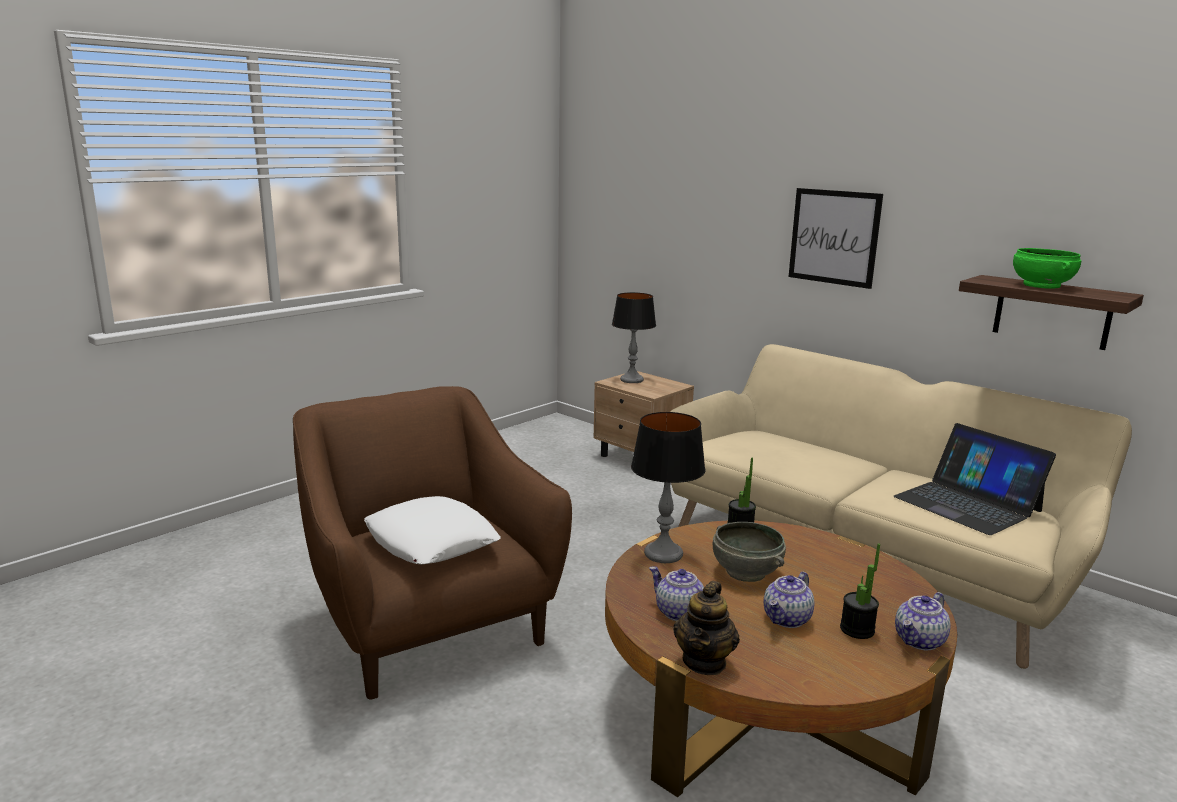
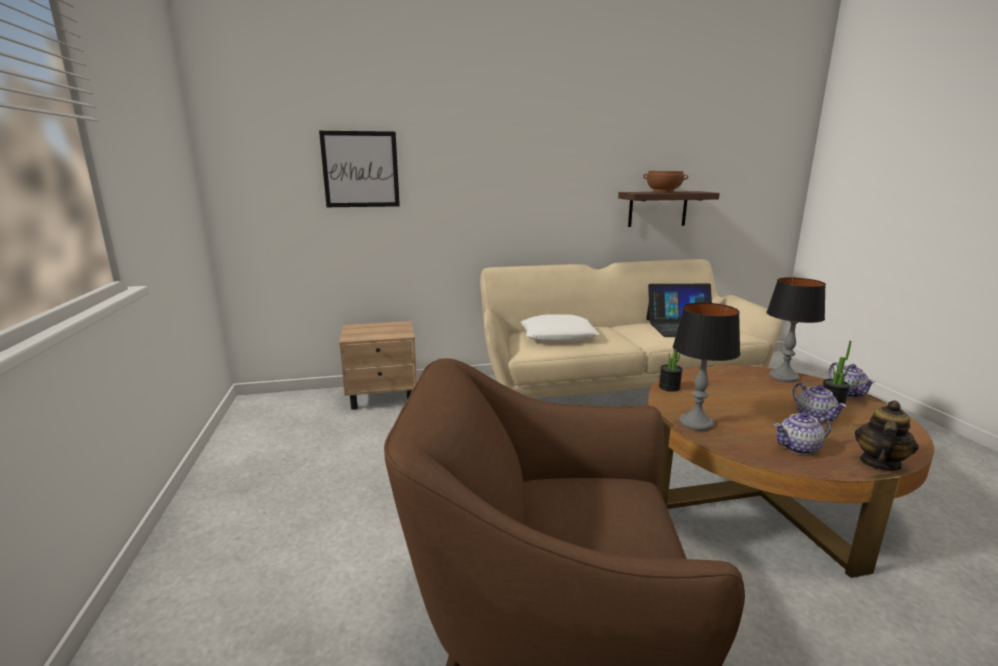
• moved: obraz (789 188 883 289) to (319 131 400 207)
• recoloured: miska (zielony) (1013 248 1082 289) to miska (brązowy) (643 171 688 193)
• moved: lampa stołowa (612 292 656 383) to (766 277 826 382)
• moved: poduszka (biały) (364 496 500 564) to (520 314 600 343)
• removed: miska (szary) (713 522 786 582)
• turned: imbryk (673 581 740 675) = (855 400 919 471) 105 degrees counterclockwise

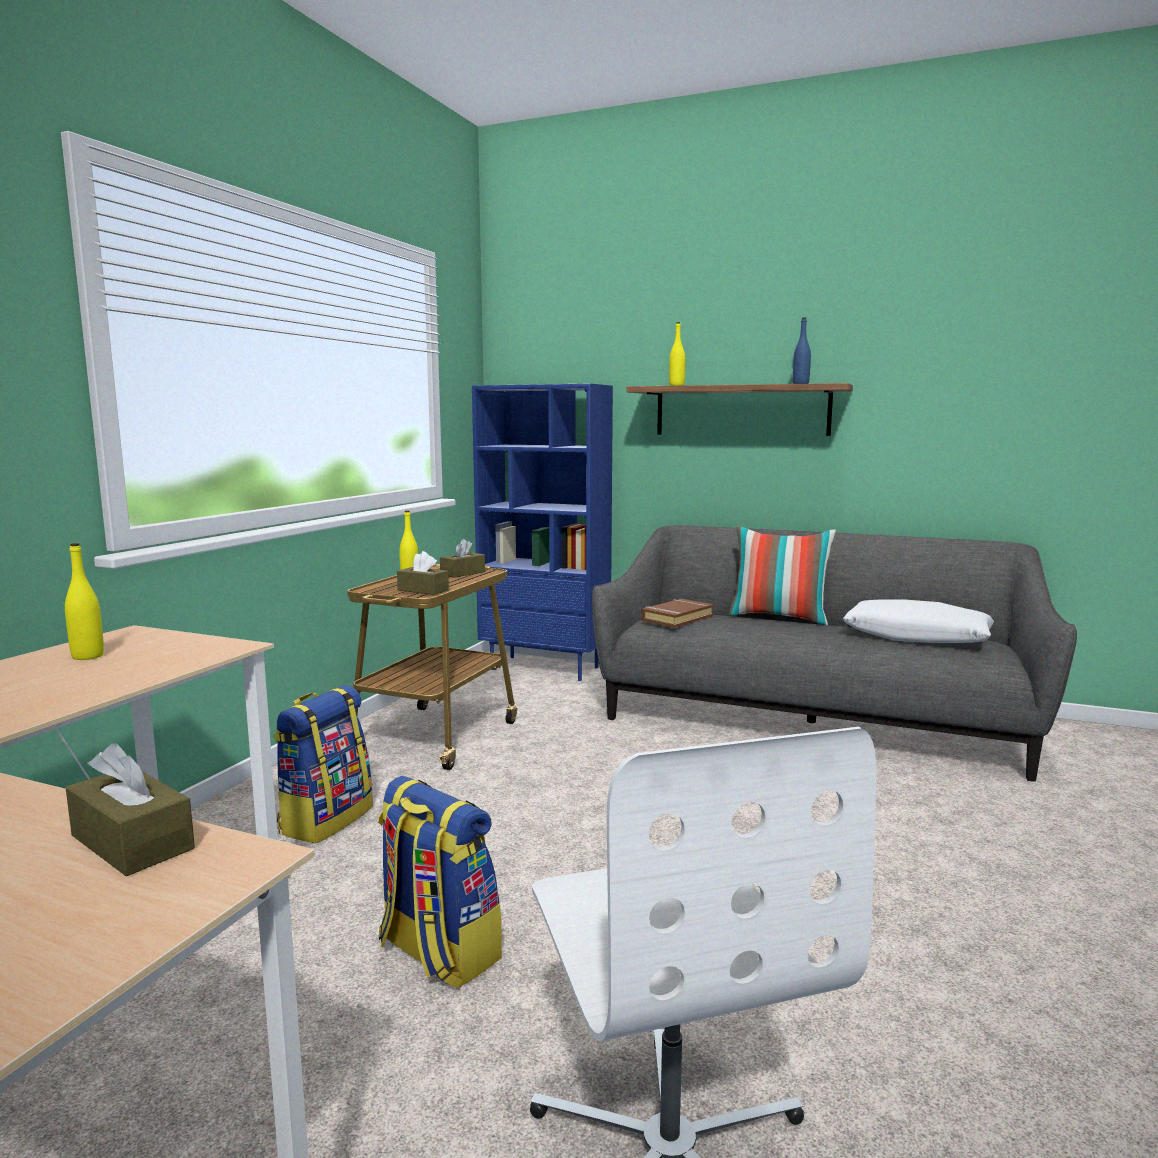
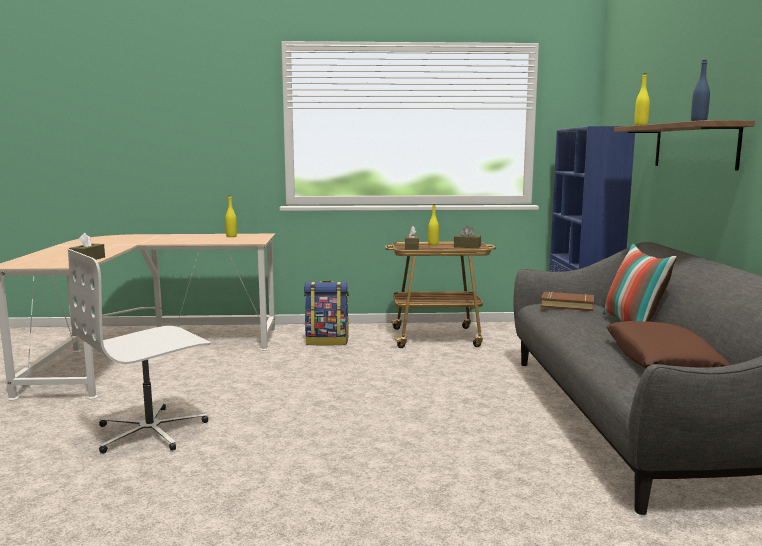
• recoloured: poduszka (biały) (843 599 994 643) to poduszka (brązowy) (607 321 730 368)
• removed: plecak (378 776 502 988)

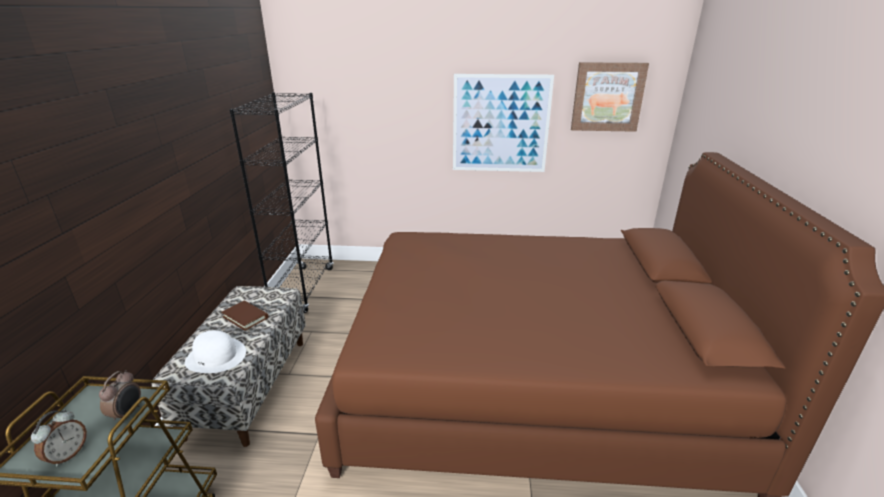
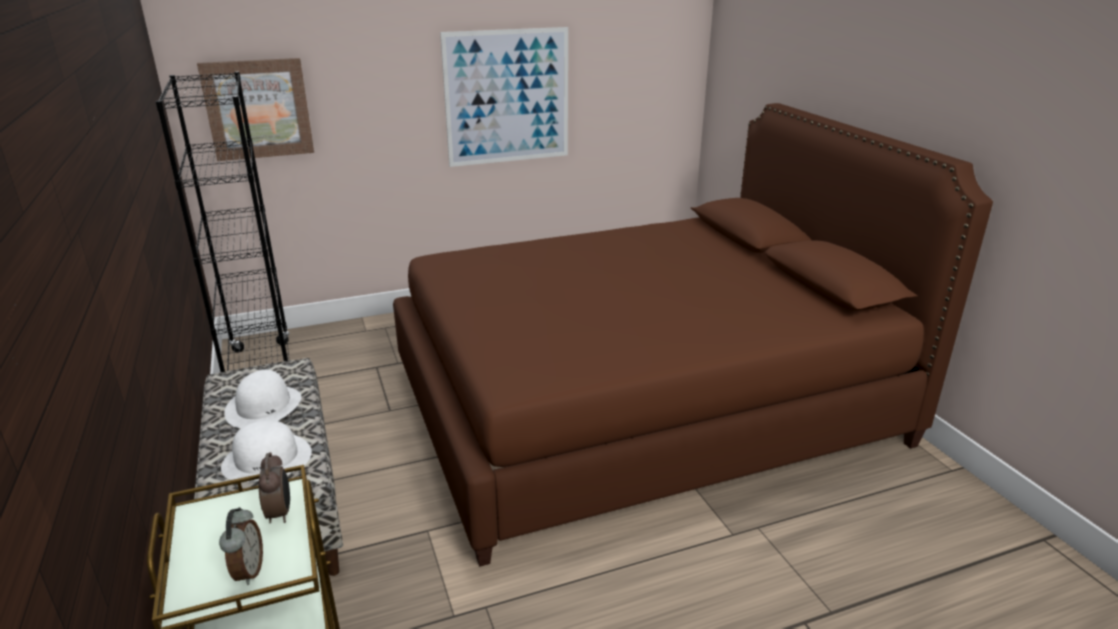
• moved: obraz (571 62 649 132) to (197 58 314 161)
• replaced: książka (brązowy) (221 301 269 331) to kapelusz (biały) (224 370 302 428)

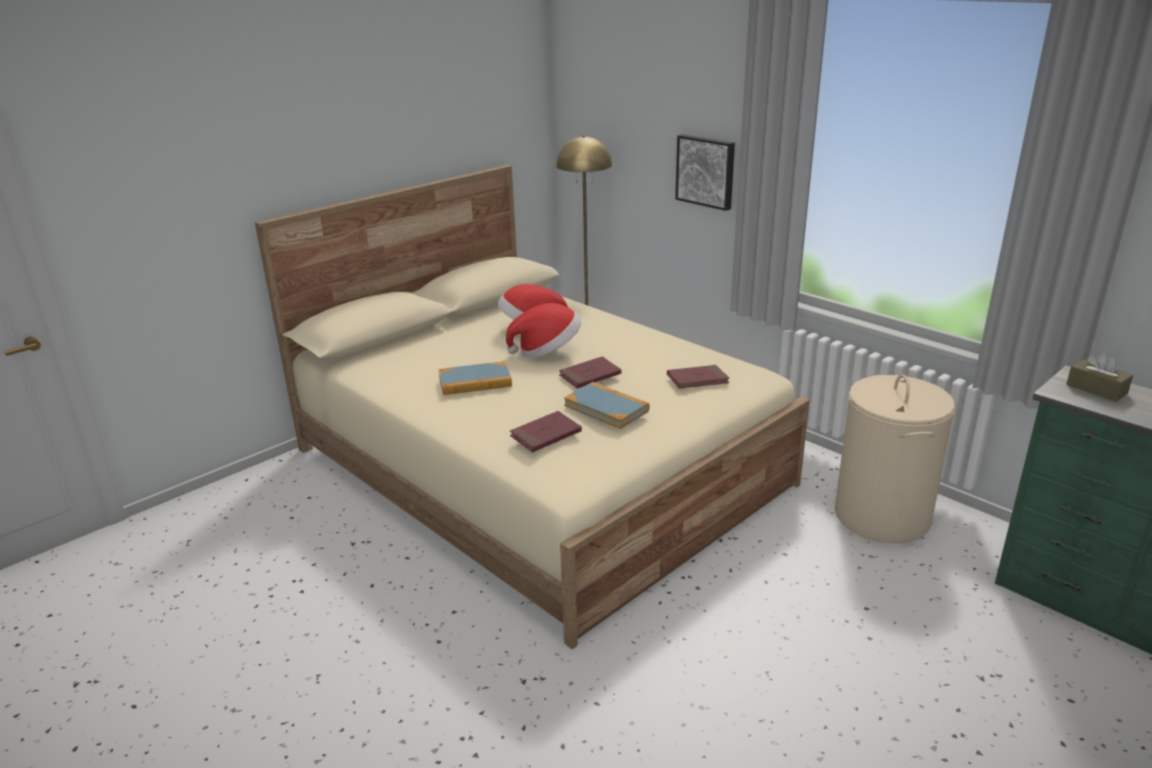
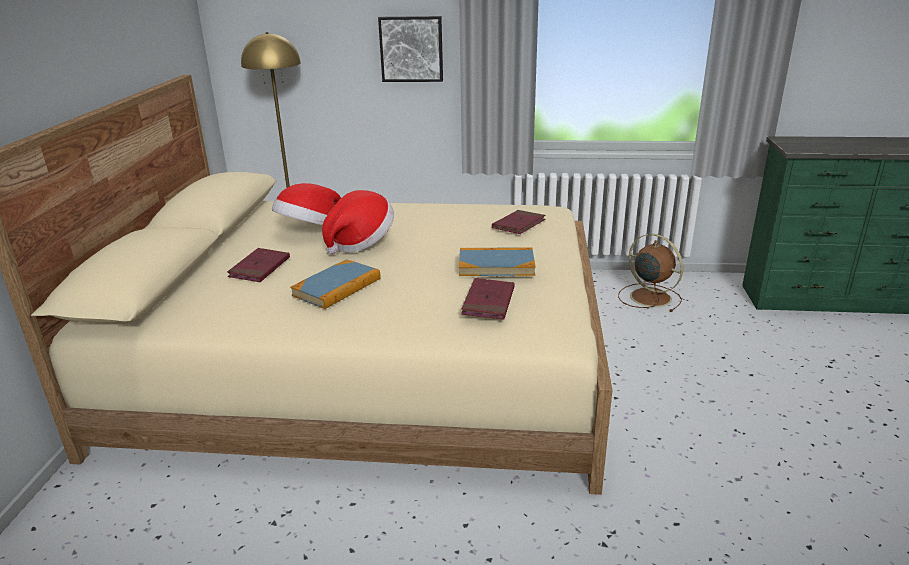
• removed: pudełko chusteczek (brązowy) (1066 352 1133 401)
• moved: książka (czerwony) (559 356 622 389) to (227 248 290 282)
• replaced: kosz na pranie (beżowy) (834 375 955 544) to wentylator (brązowy) (618 234 683 312)

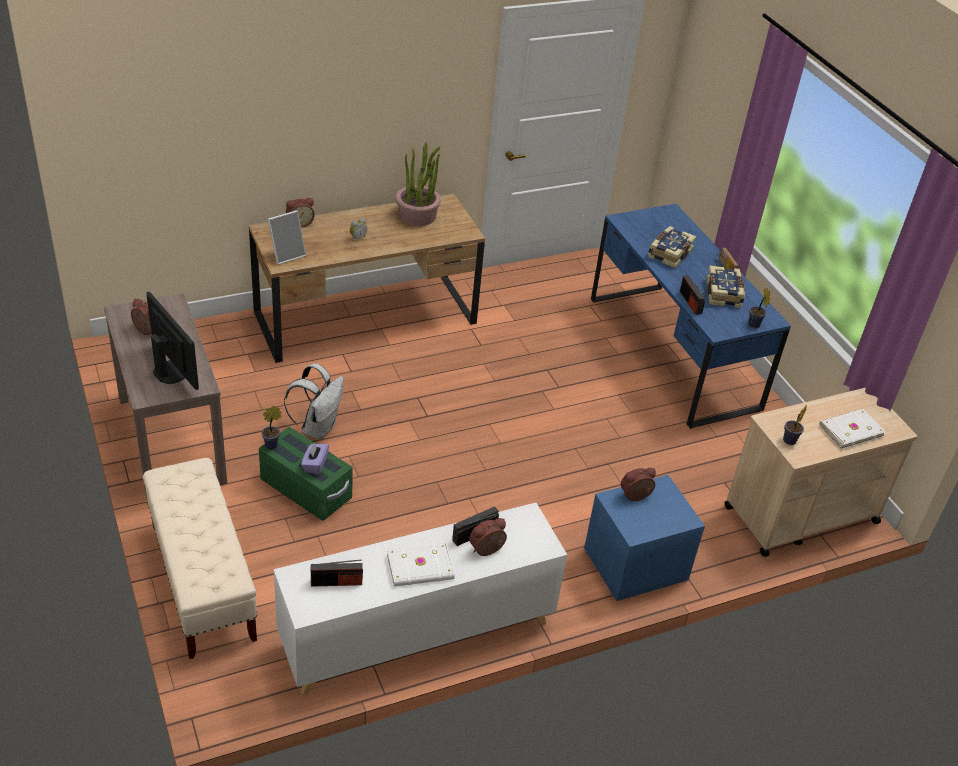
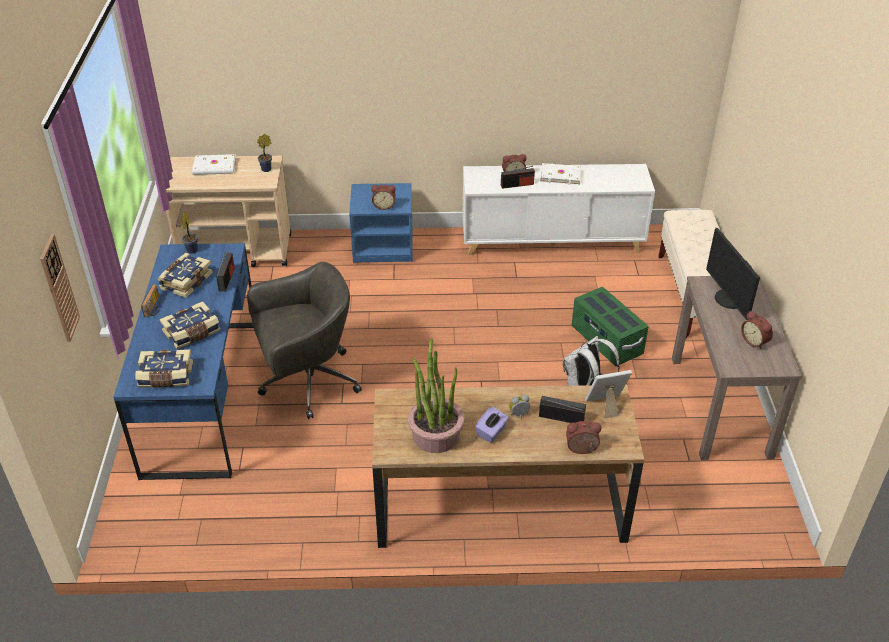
• removed: roślina doniczkowa (262 405 282 450)
• moved: pudełko chusteczek (fioletowy) (301 442 329 475) to (475 406 509 443)
• moved: radio (311 559 363 587) to (539 396 586 423)
• added: zegar ścienny (40 234 80 342)
• added: krzesło biurowe (szary) (247 262 362 419)
• added: książka (135 349 193 388)

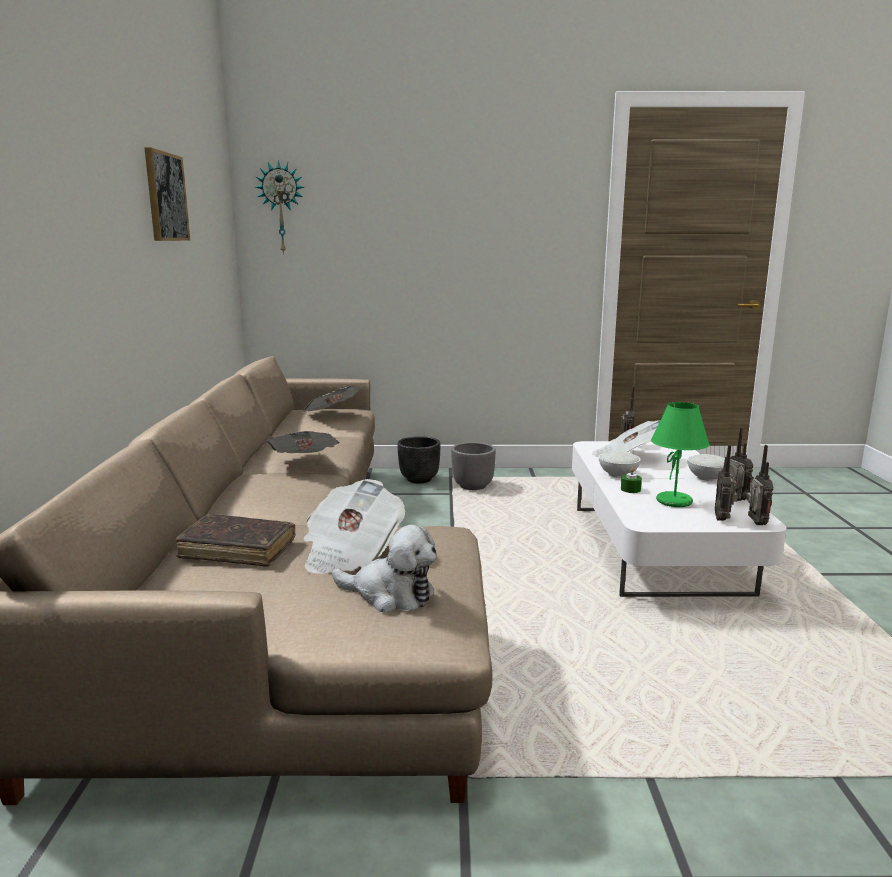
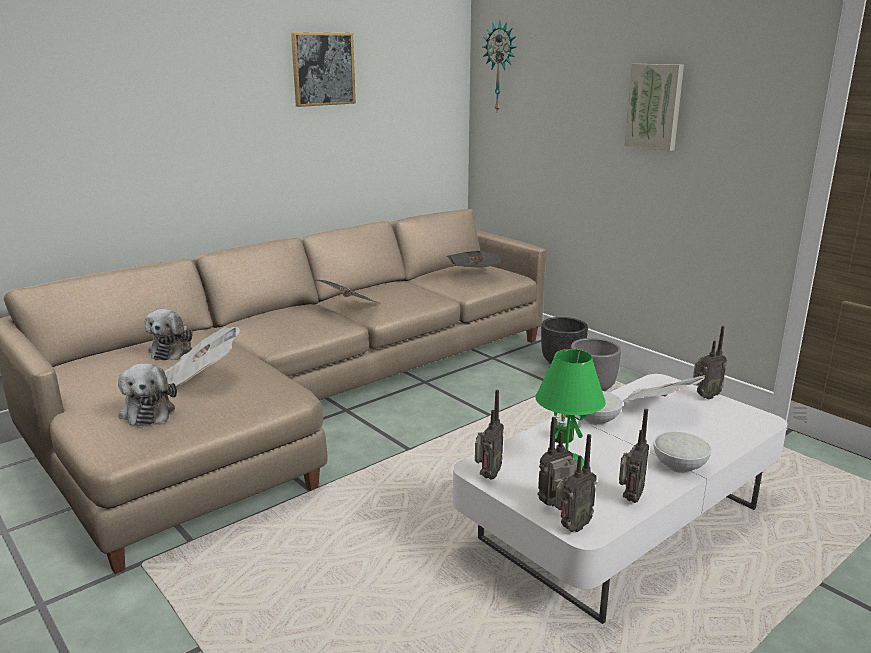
• replaced: książka (brązowy) (176 514 295 567) to pluszak (145 309 193 360)
• added: obraz (624 64 684 151)
• added: radio (475 390 504 480)

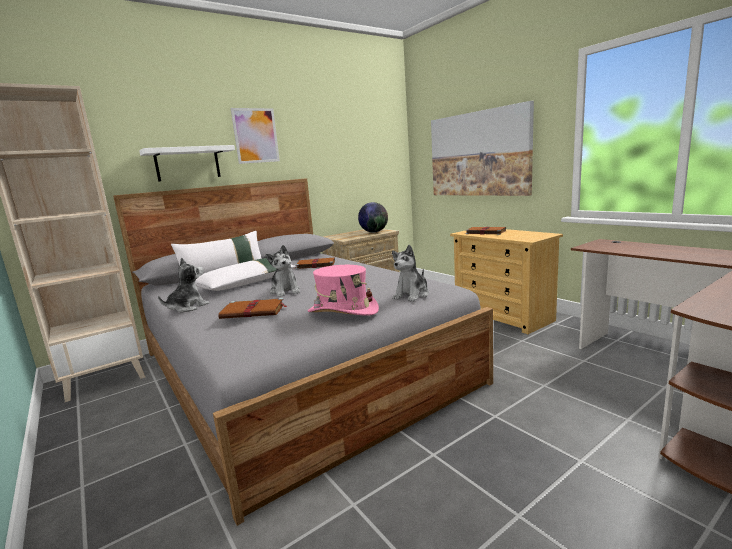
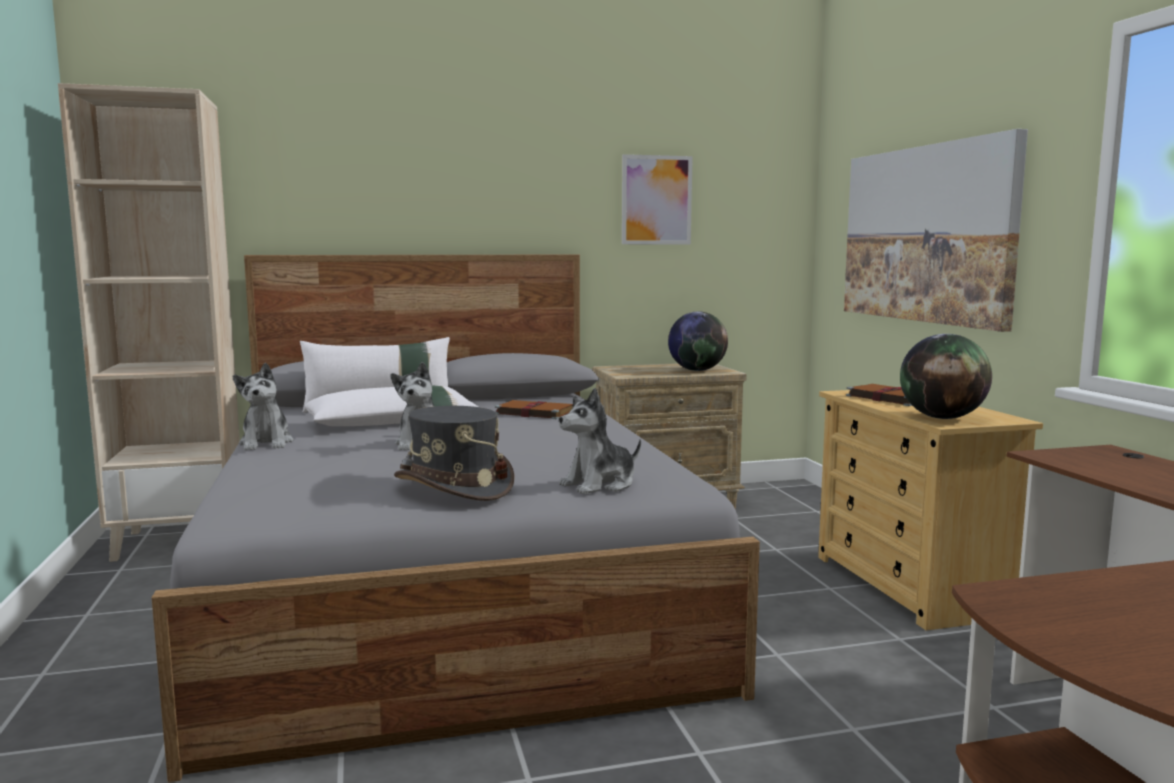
• moved: obraz (231 108 280 164) to (622 154 693 244)
• removed: półka (biały) (139 145 235 182)
• turned: pluszak (158 257 209 313) = (233 363 294 450) 105 degrees clockwise
• recoloured: kapelusz (różowy) (308 265 379 316) to kapelusz (szary) (394 406 515 501)
• removed: książka (brązowy) (218 298 287 319)
• added: globus (900 334 992 419)

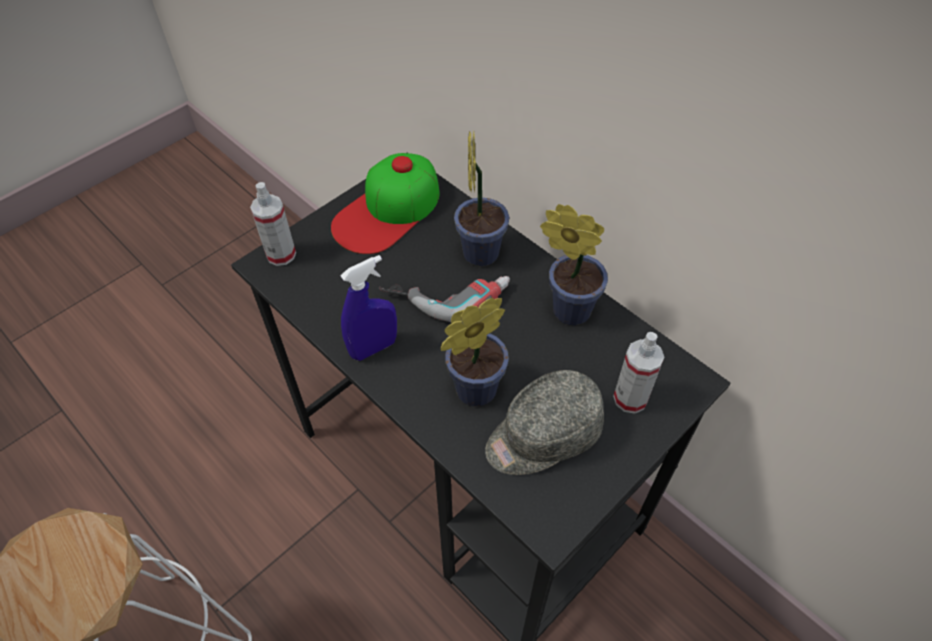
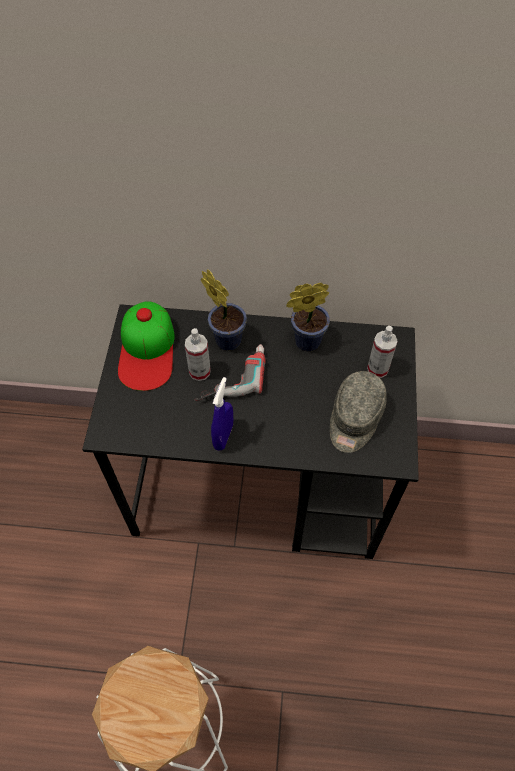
• moved: spryskiwacz (250 182 296 266) to (185 328 211 381)
• removed: roślina doniczkowa (441 298 509 406)

